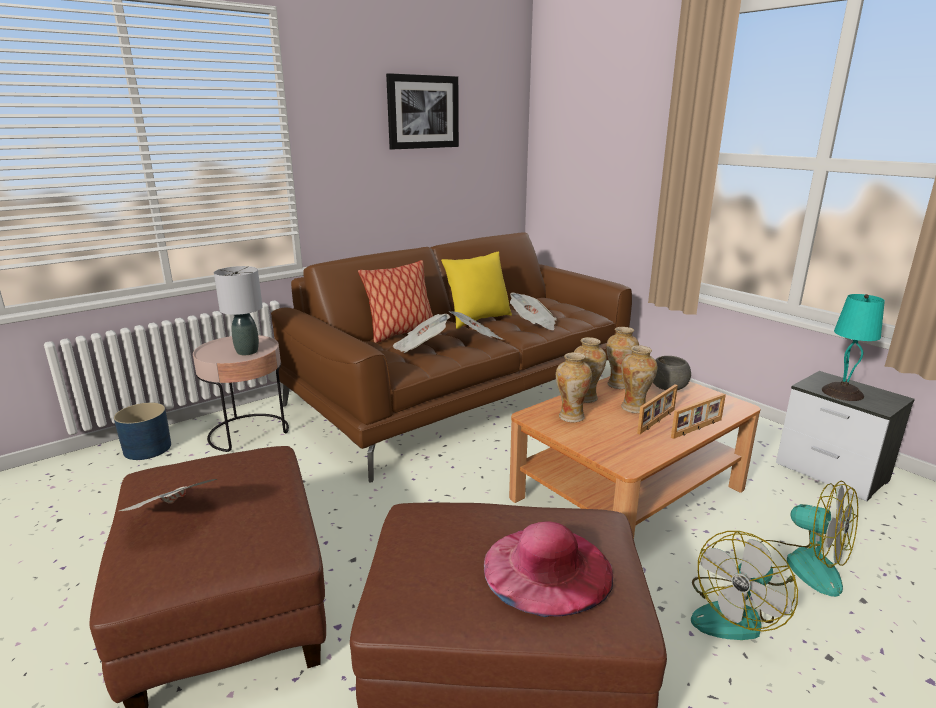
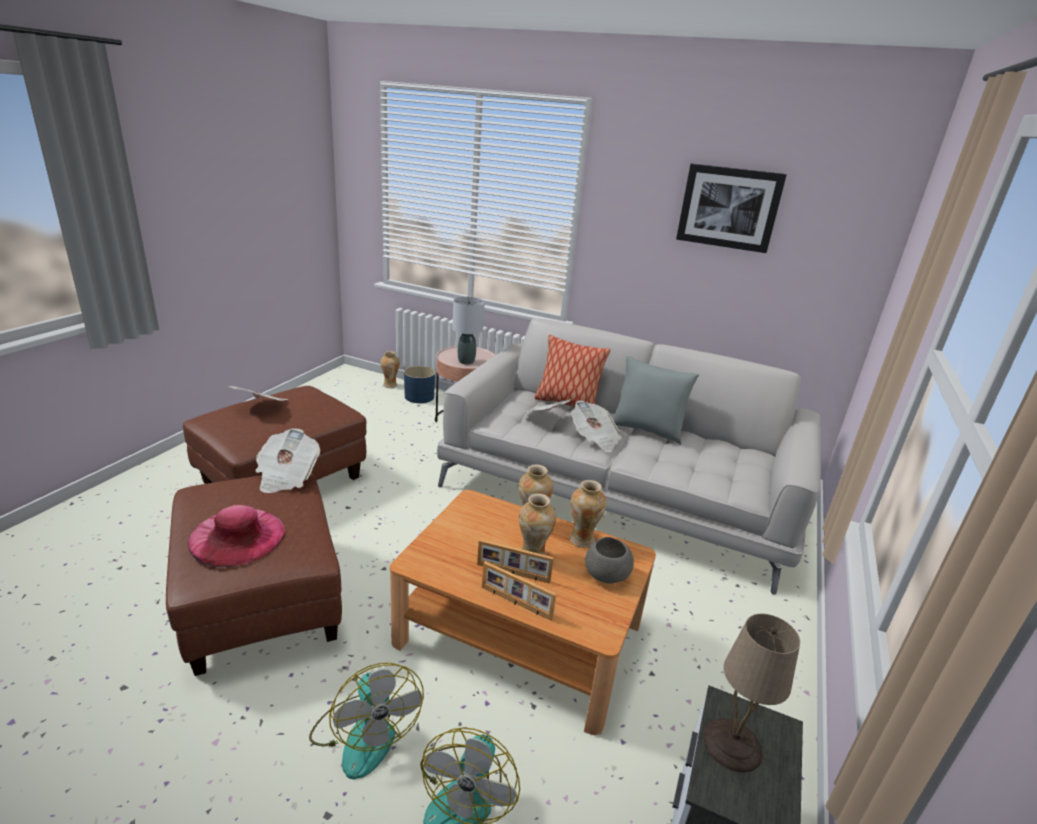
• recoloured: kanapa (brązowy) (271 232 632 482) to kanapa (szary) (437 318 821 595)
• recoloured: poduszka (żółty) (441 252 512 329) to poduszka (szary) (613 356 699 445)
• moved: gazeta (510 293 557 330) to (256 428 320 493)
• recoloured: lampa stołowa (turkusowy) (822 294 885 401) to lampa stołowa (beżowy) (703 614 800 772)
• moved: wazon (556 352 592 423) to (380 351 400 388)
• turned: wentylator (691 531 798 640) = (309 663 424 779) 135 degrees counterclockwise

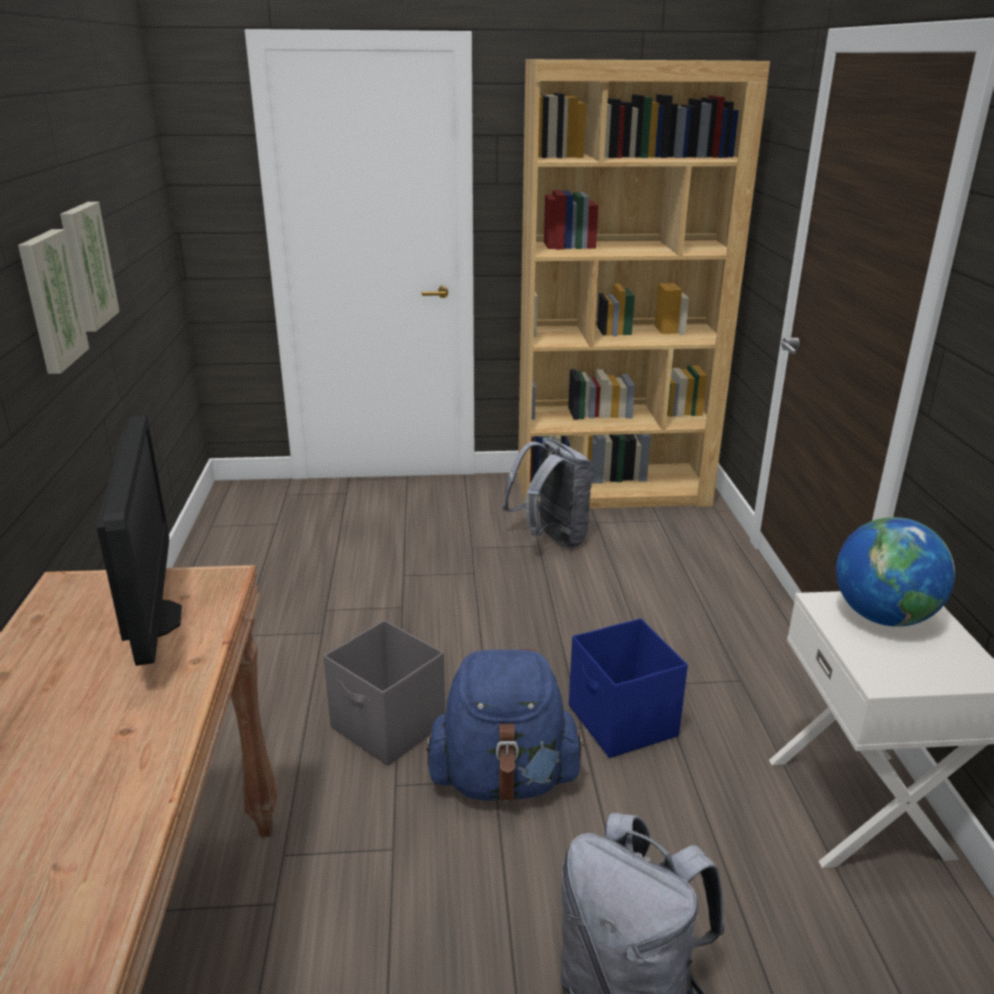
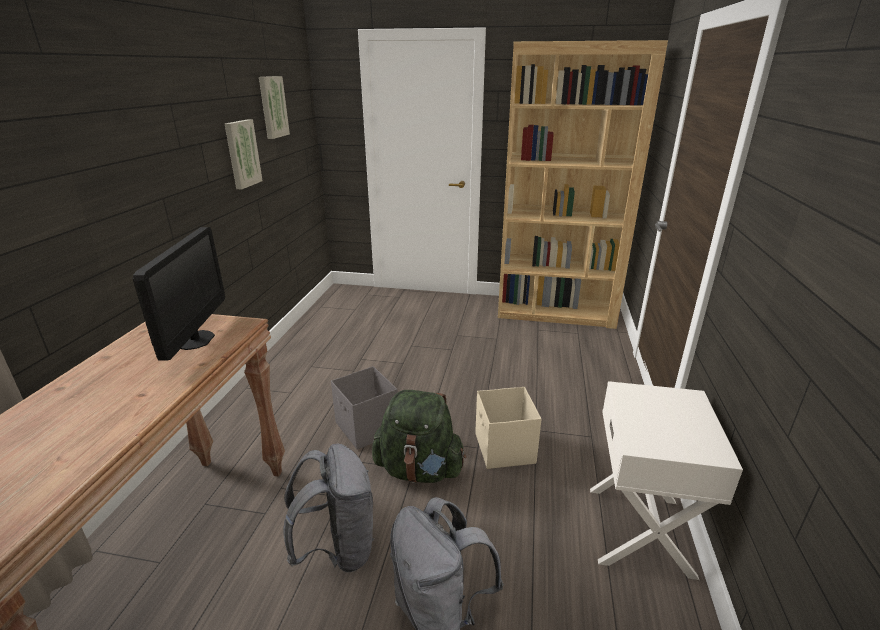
• moved: obraz (18 229 89 374) to (259 76 290 139)
• moved: plecak (szary) (502 437 593 548) to (283 443 375 572)
• removed: globus (836 517 955 627)
• recoloured: pojemnik do przechowywania (niebieski) (569 618 688 758) to pojemnik do przechowywania (beżowy) (475 387 542 469)
• recoloured: plecak (niebieski) (426 649 586 802) to plecak (zielony) (372 390 466 483)

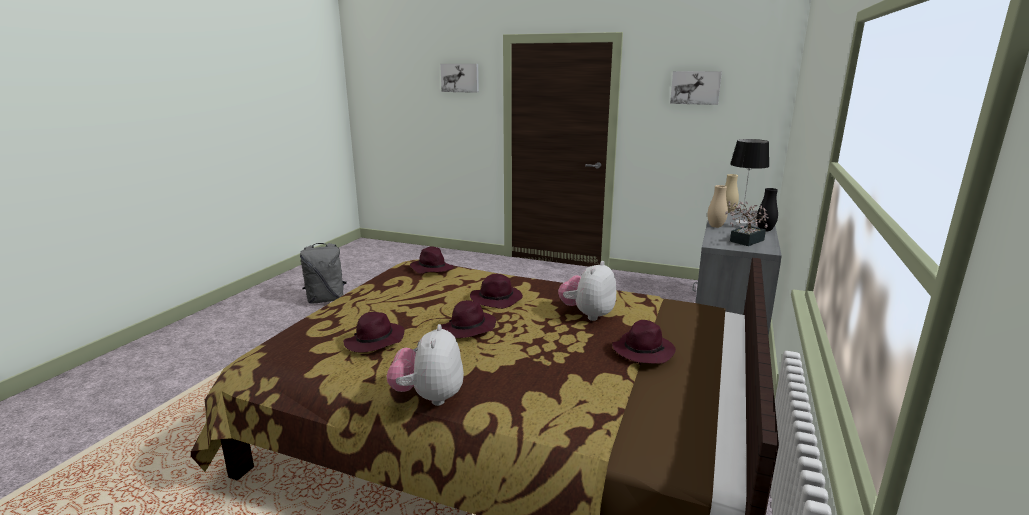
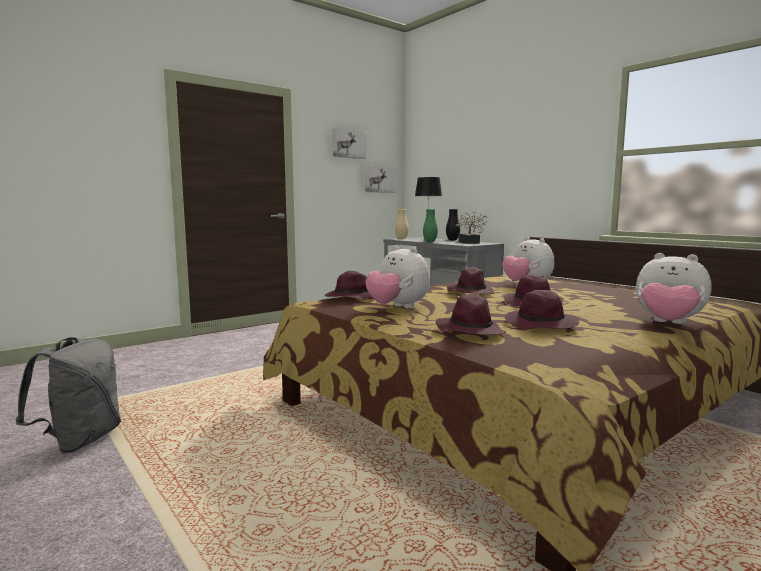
• moved: obraz (440 64 479 93) to (365 166 396 193)
• recoloured: wazon (beżowy) (707 185 728 228) to wazon (zielony) (423 209 438 242)
• moved: kapelusz (fioletowy) (612 320 676 364) to (436 294 506 335)
• added: pluszak (366 246 430 309)

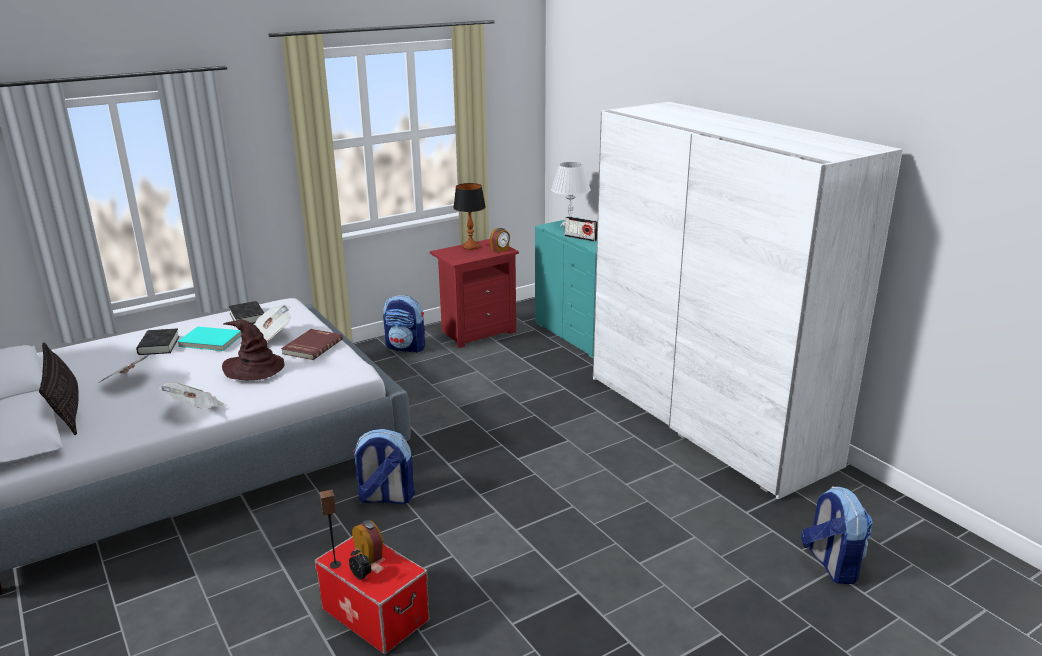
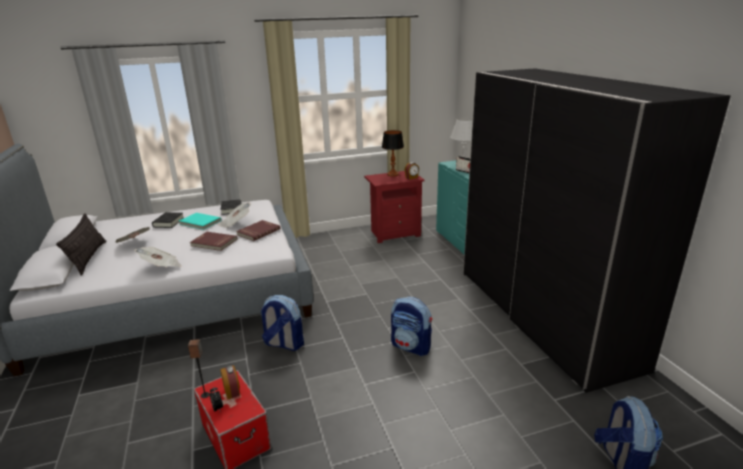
• recoloured: szafa (biały) (593 102 903 499) to szafa (czarny) (463 68 731 393)
• moved: plecak (383 295 425 353) to (391 297 432 356)
• replaced: kapelusz (brązowy) (222 319 285 380) to książka (czerwony) (190 232 237 251)

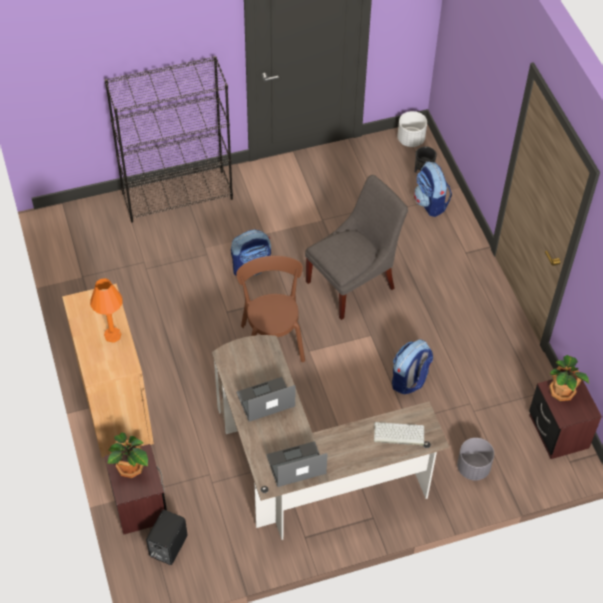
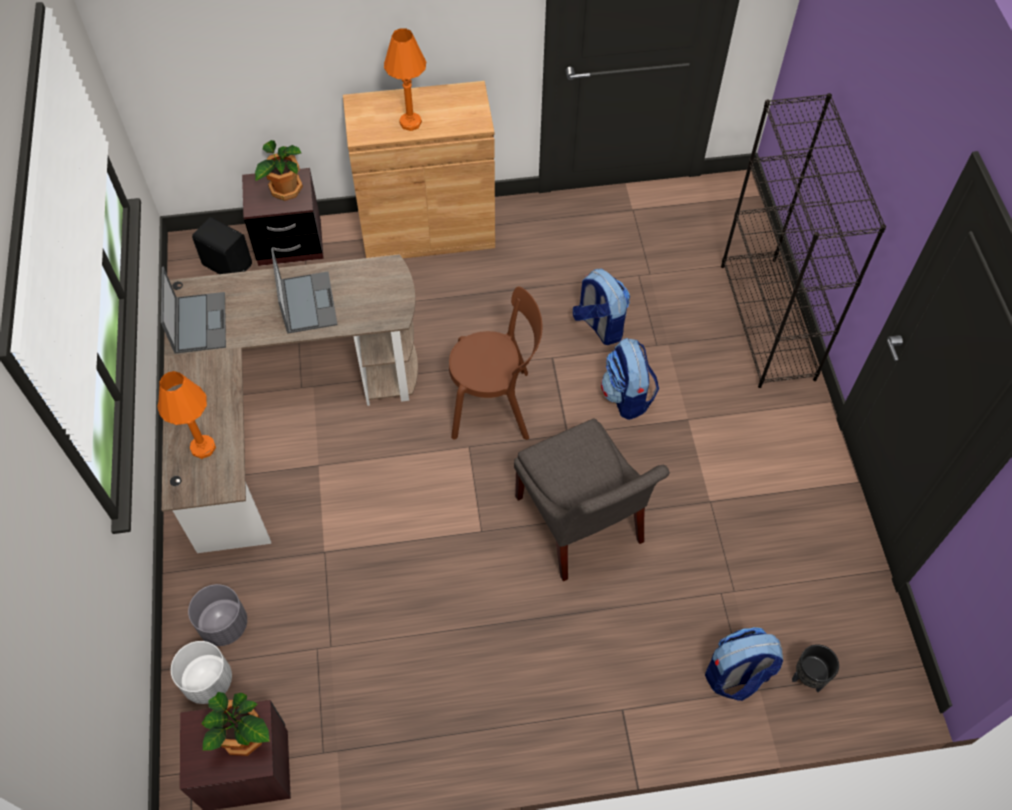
• moved: donica (biały) (397 111 427 147) to (171 641 232 704)
• moved: plecak (392 339 433 395) to (573 269 630 345)
• replaced: klawiatura (374 422 424 445) to lampa stołowa (pomarańczowy) (158 371 216 459)

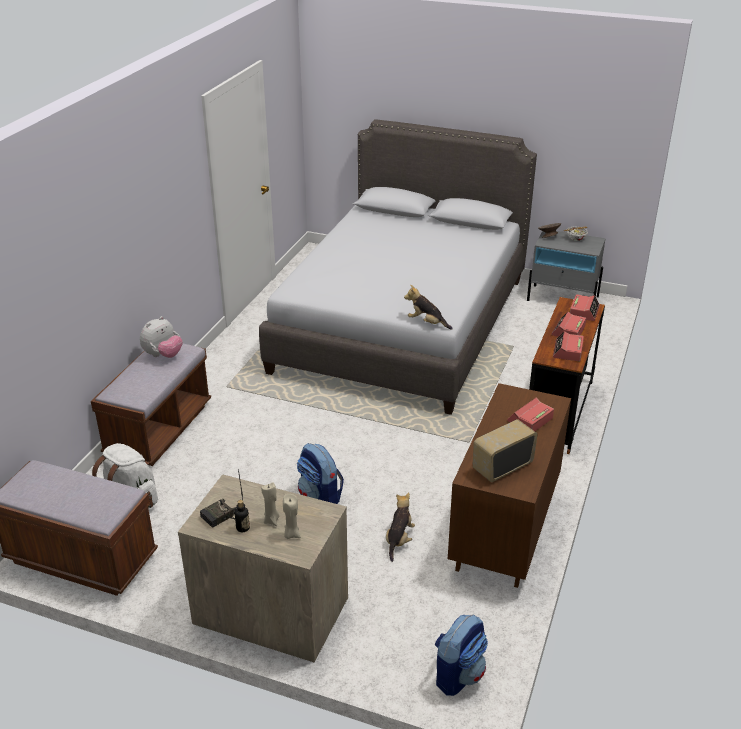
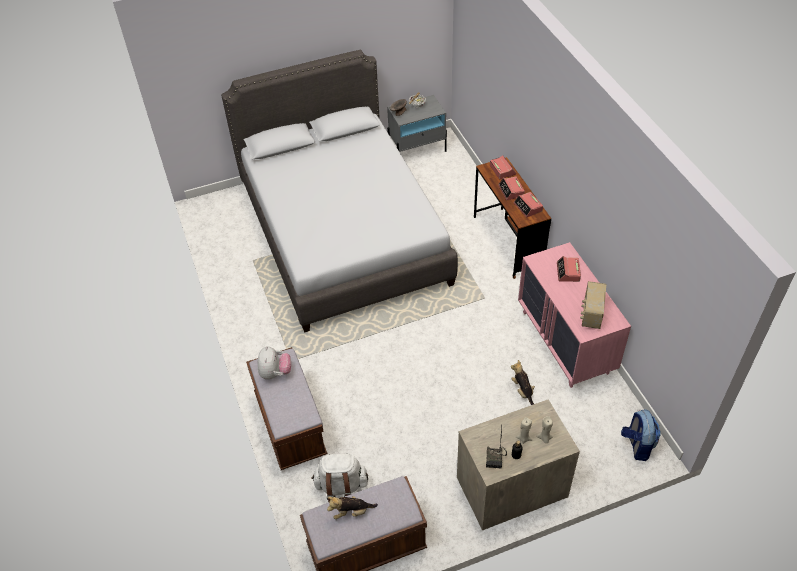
• moved: pluszak (404 285 453 330) to (327 496 378 519)
• recoloured: komoda (brązowy) (448 383 571 588) to komoda (różowy) (518 242 631 388)
• removed: plecak (297 443 344 504)

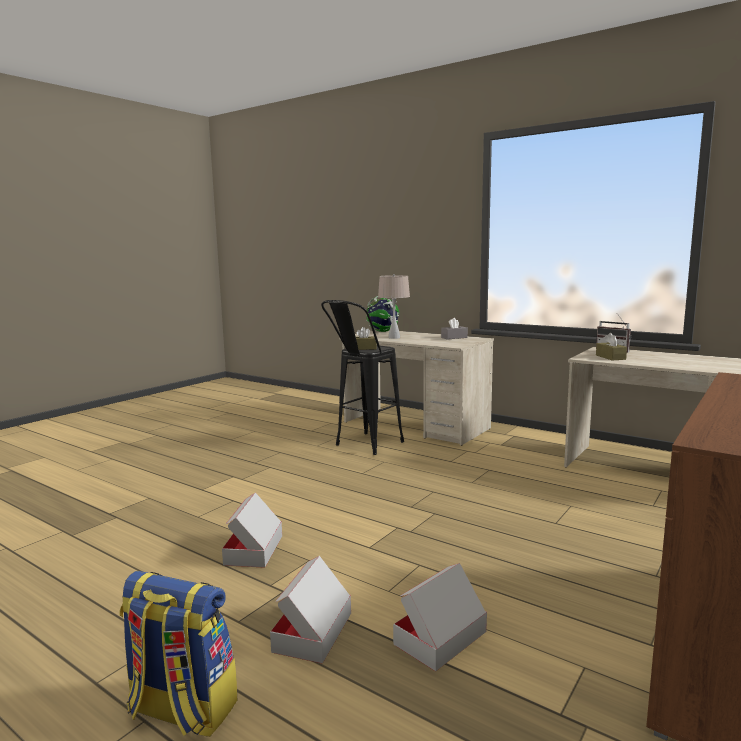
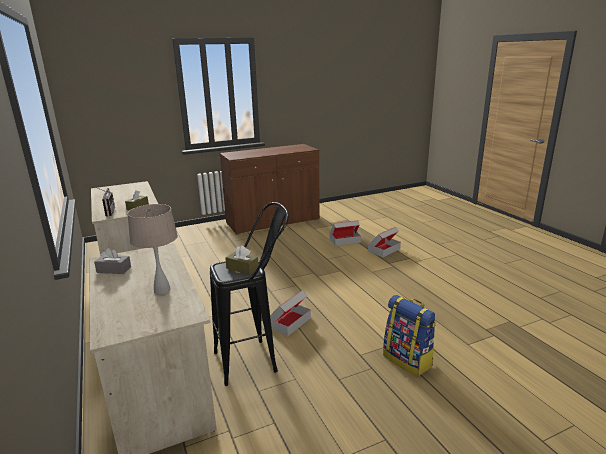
• removed: globus (366 296 399 332)
• moved: karton (222 492 282 568) to (270 290 311 336)
• moved: plecak (119 571 237 737) to (383 295 436 376)

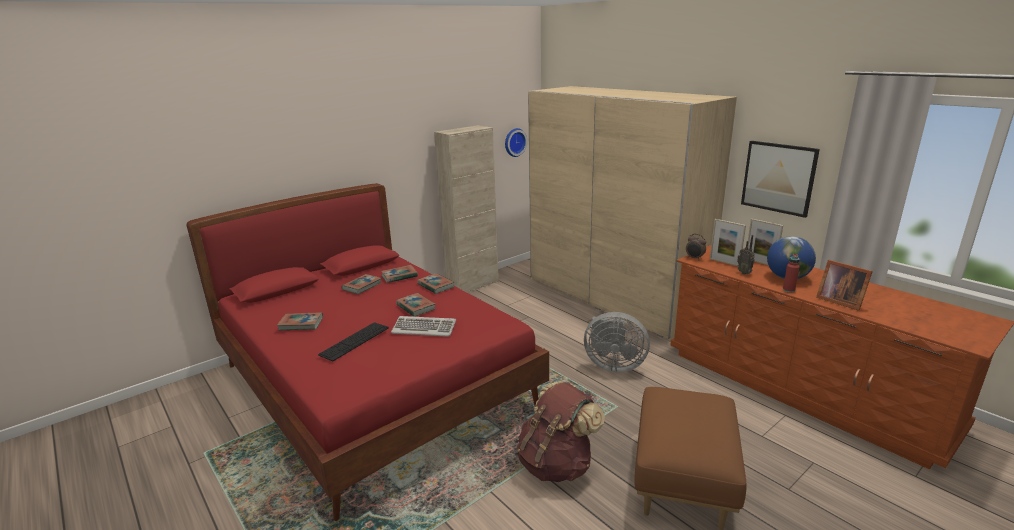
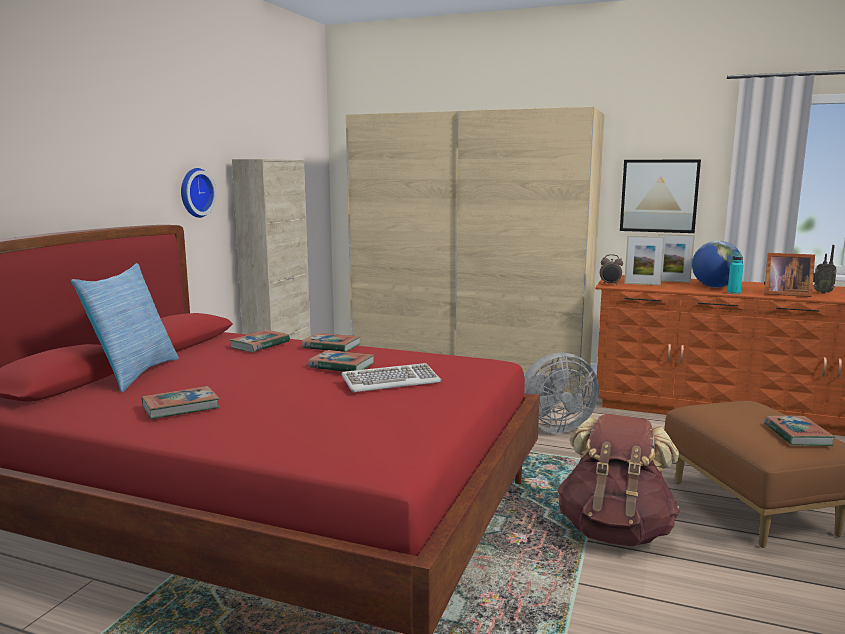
• moved: zegar ścienny (505 128 527 157) to (181 168 217 218)
• moved: radio (737 235 755 275) to (813 245 837 294)
• recoloured: butelka (czerwony) (783 254 800 293) to butelka (turkusowy) (727 252 744 294)
• moved: książka (342 274 382 294) to (764 415 835 446)
• removed: klawiatura (318 322 389 361)
• added: poduszka (71 263 179 392)

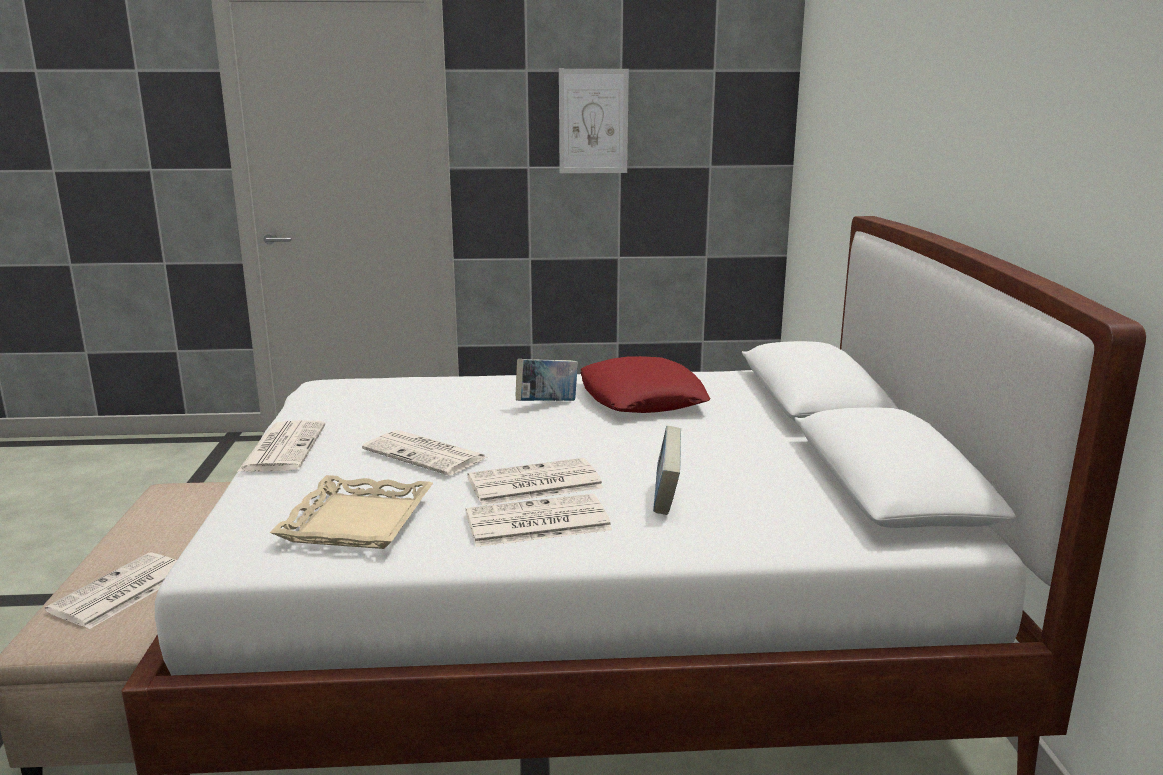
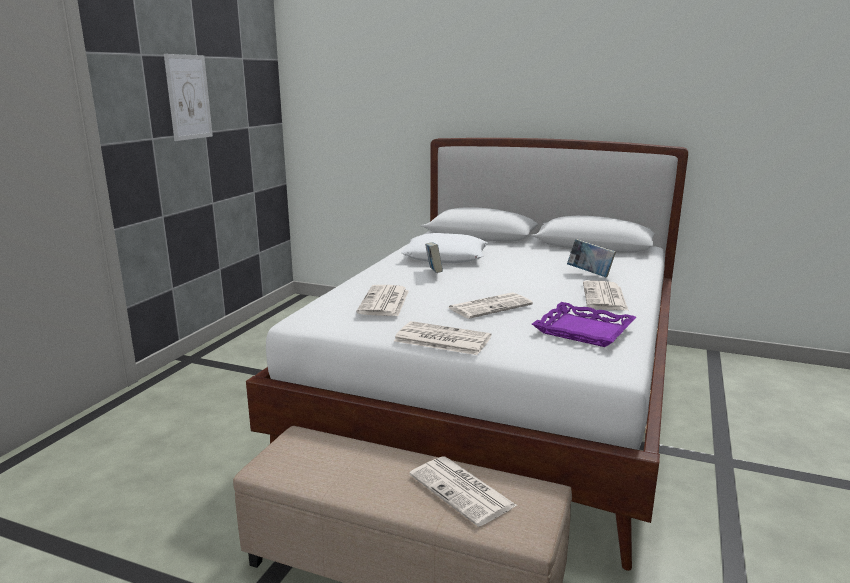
• recoloured: poduszka (czerwony) (580 356 711 413) to poduszka (biały) (401 233 488 263)
• moved: gazeta (467 458 603 506) to (357 285 409 316)
• recoloured: taca (beżowy) (269 475 433 549) to taca (fioletowy) (532 302 637 347)

